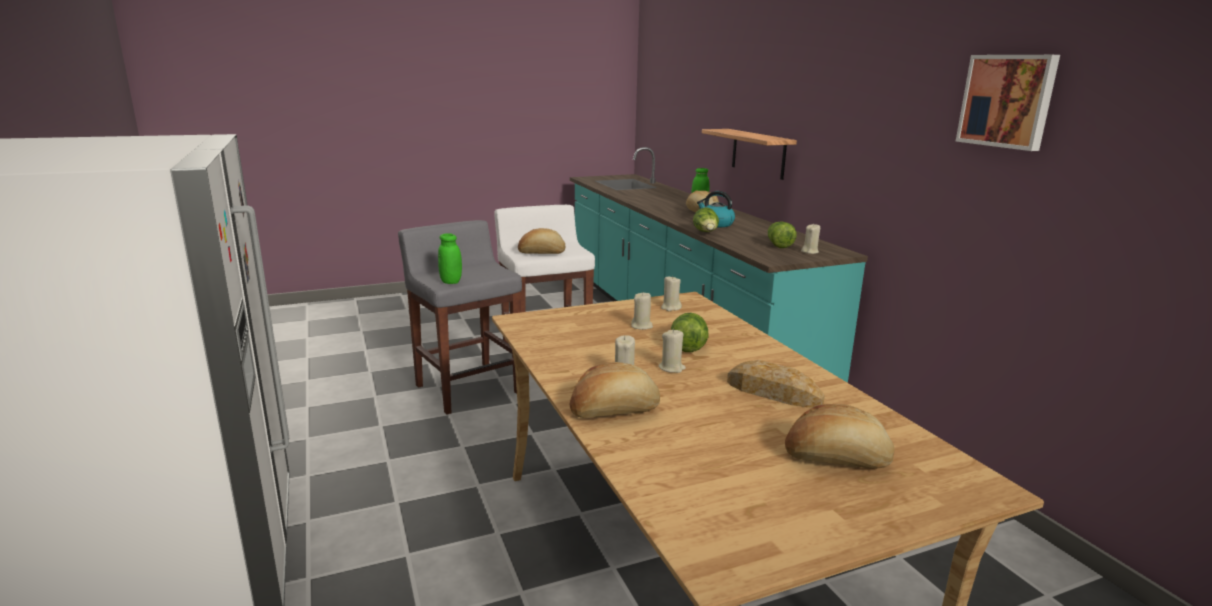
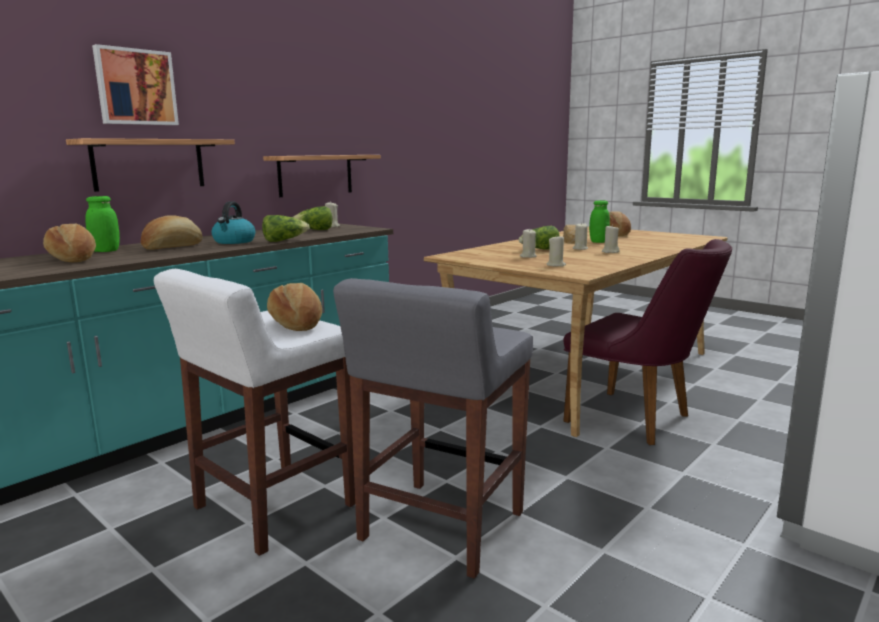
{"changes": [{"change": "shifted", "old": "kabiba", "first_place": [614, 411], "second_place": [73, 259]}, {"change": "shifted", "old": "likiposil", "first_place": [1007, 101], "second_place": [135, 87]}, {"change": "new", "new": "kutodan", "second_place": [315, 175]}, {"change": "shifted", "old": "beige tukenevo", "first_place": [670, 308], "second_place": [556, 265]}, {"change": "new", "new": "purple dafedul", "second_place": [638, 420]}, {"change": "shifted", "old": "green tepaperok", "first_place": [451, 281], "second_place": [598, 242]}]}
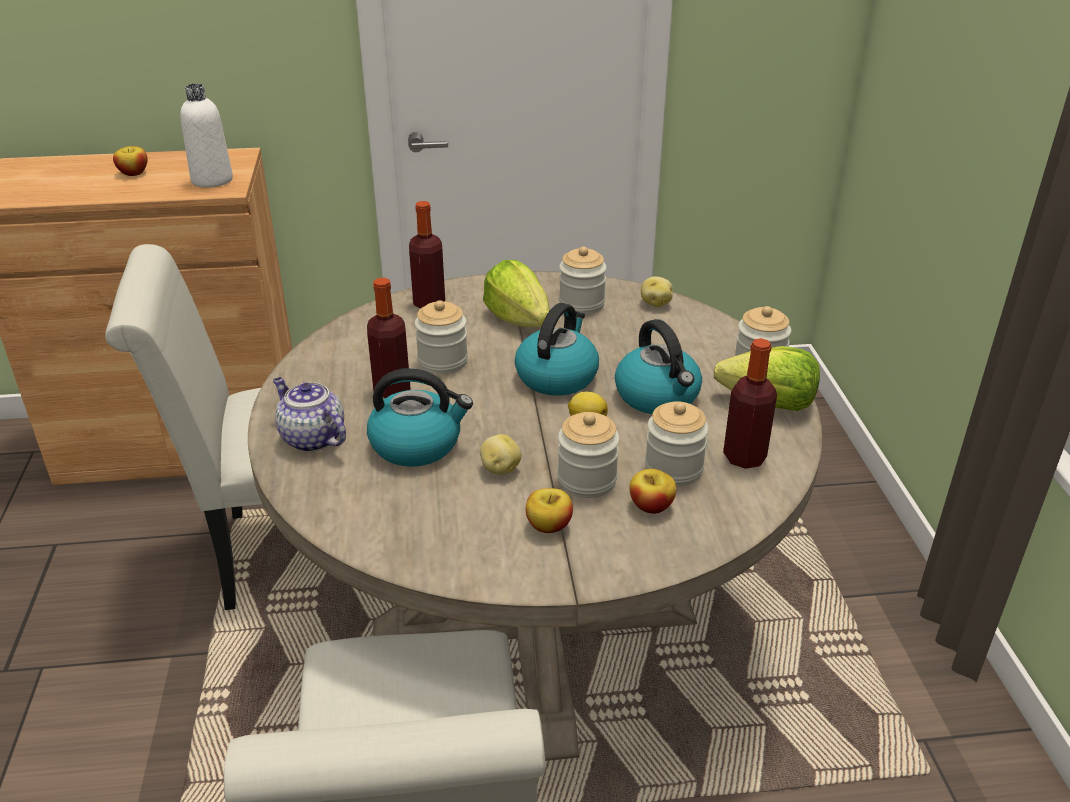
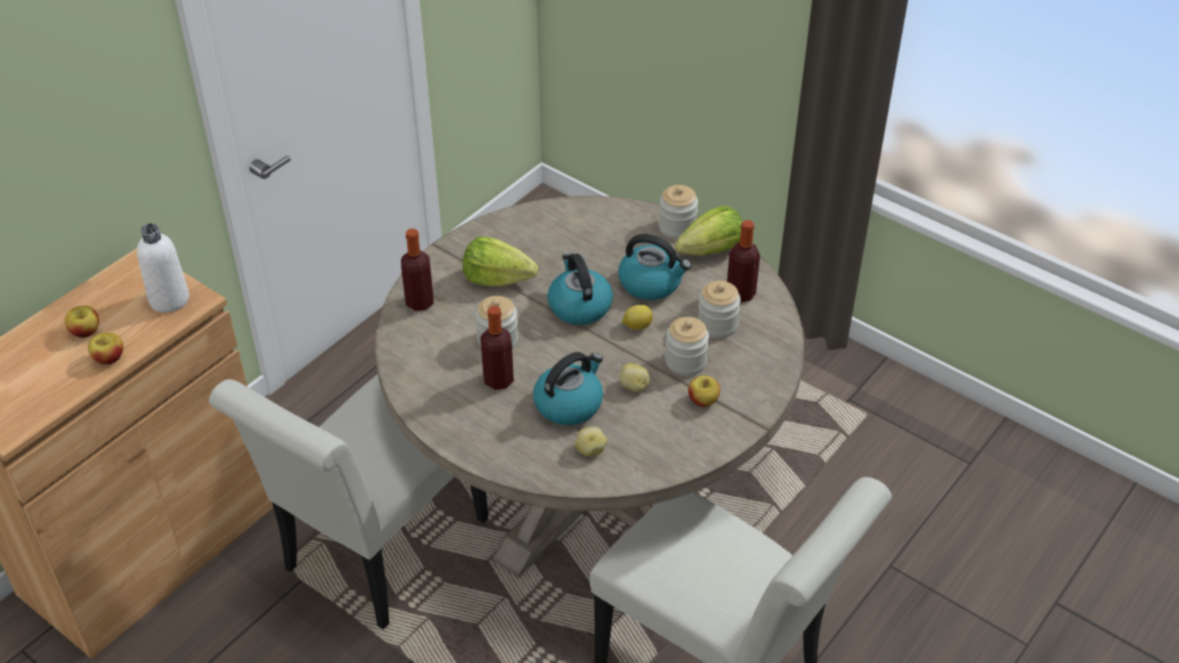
{"changes": [{"change": "shifted", "old": "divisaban", "first_place": [651, 506], "second_place": [109, 358]}, {"change": "shifted", "old": "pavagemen", "first_place": [655, 303], "second_place": [590, 449]}, {"change": "gone", "old": "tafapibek", "first_place": [311, 438]}, {"change": "gone", "old": "tepaperok", "first_place": [581, 304]}]}
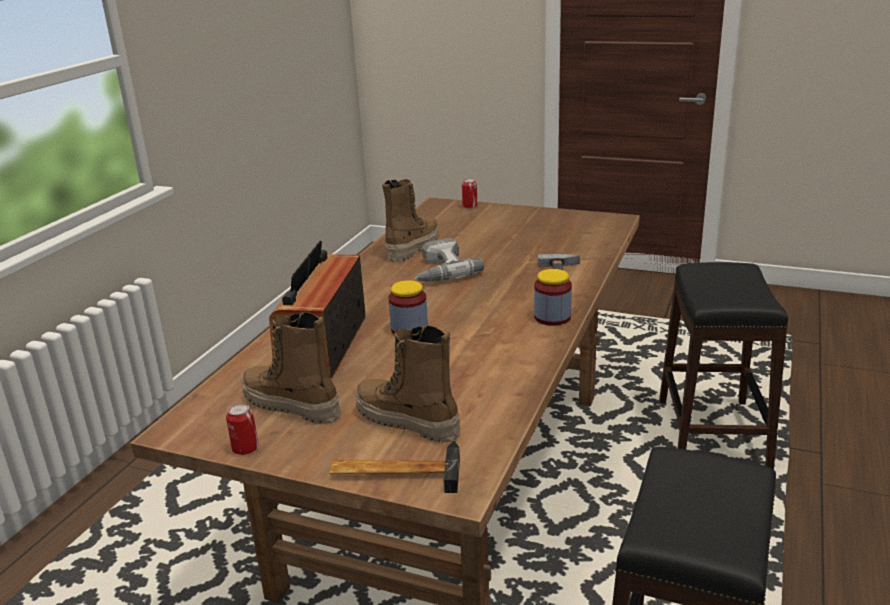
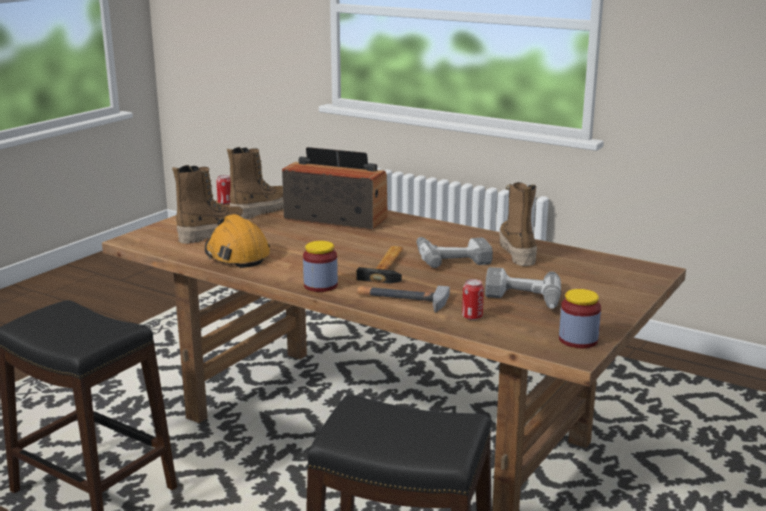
{"changes": [{"change": "new", "new": "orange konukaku", "second_place": [237, 255]}, {"change": "shifted", "old": "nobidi", "first_place": [395, 471], "second_place": [389, 267]}, {"change": "shifted", "old": "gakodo", "first_place": [470, 206], "second_place": [472, 316]}, {"change": "new", "new": "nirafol", "second_place": [522, 299]}, {"change": "rotated", "old": "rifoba", "first_place": [412, 247], "second_place": [517, 252], "degrees": -135}, {"change": "shifted", "old": "tepaperok", "first_place": [409, 329], "second_place": [578, 340]}]}
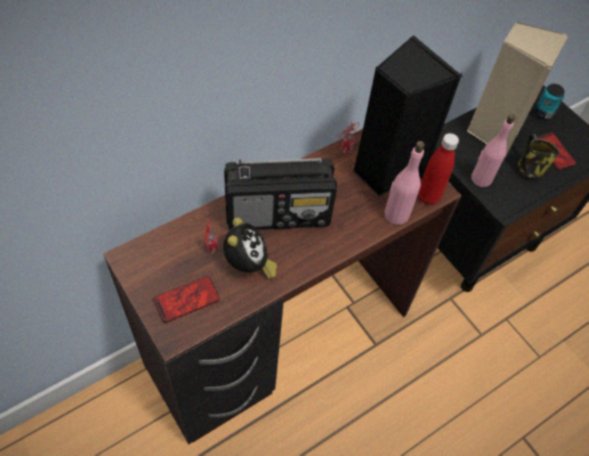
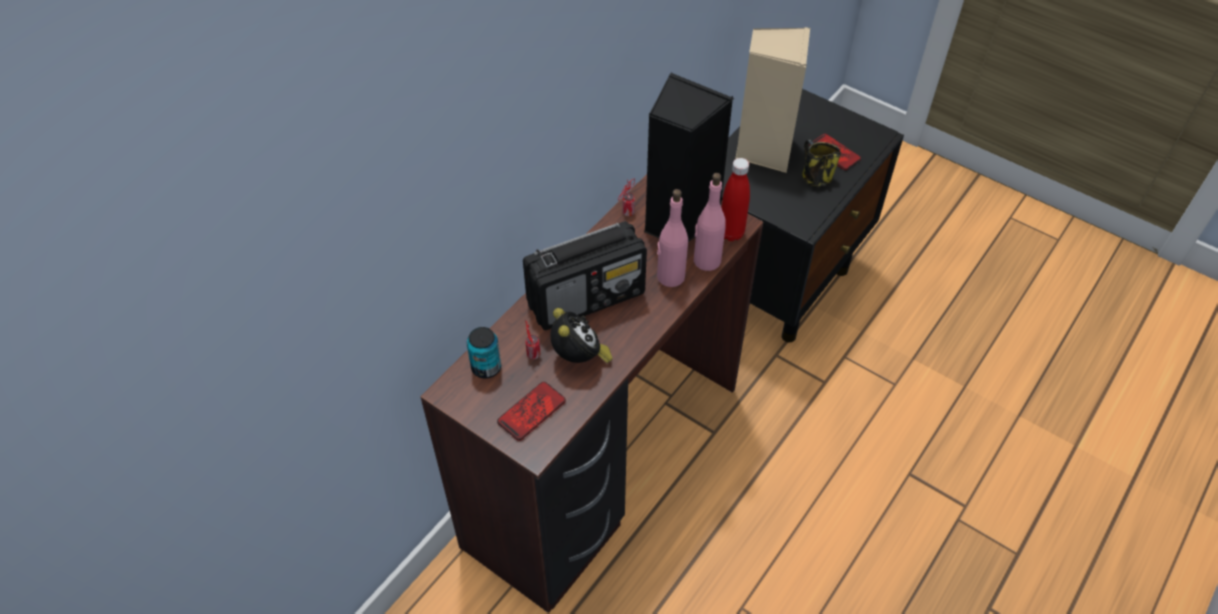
{"changes": [{"change": "shifted", "old": "gakodo", "first_place": [542, 113], "second_place": [486, 367]}, {"change": "shifted", "old": "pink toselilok", "first_place": [481, 179], "second_place": [670, 276]}]}
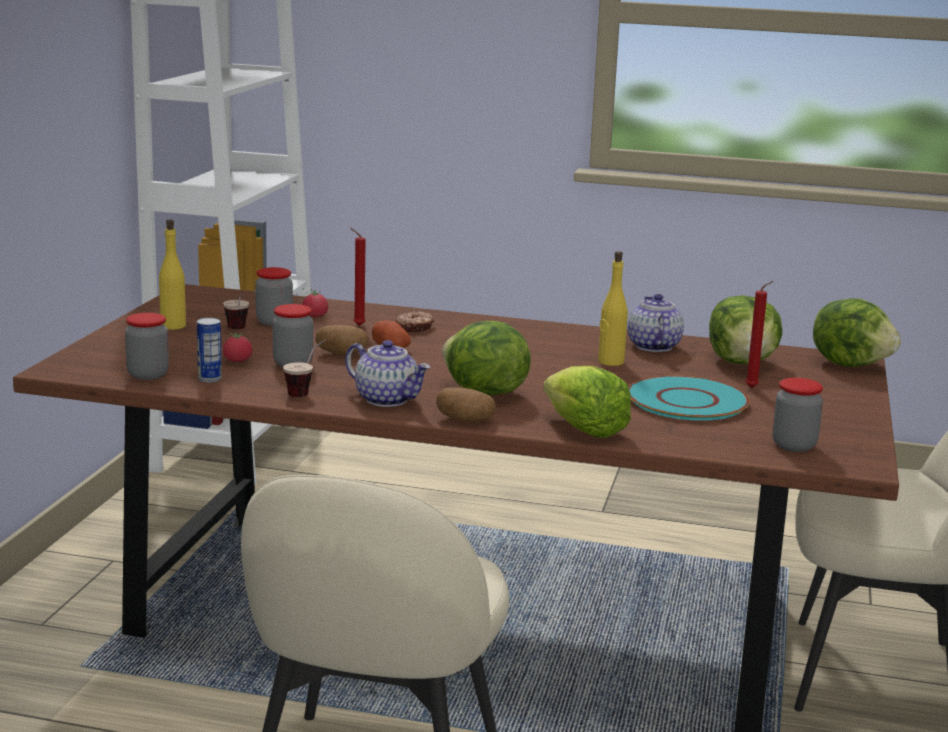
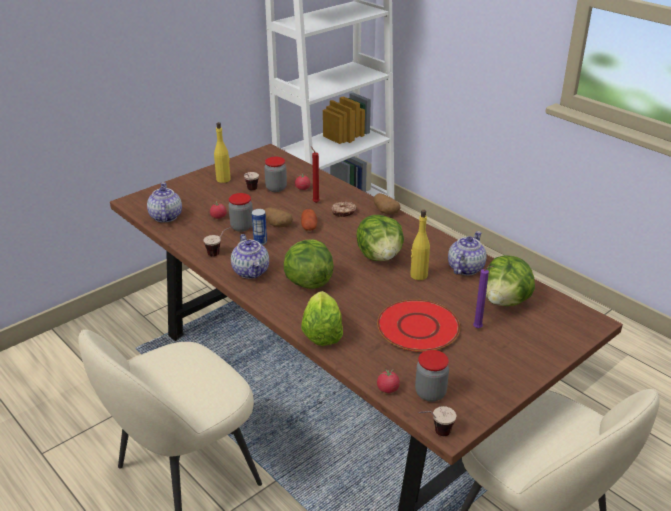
{"changes": [{"change": "swapped", "old": "tepaperok", "new": "tafapibek", "first_place": [148, 375], "second_place": [165, 216]}, {"change": "shifted", "old": "gakodo", "first_place": [209, 379], "second_place": [260, 242]}, {"change": "shifted", "old": "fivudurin", "first_place": [851, 364], "second_place": [380, 256]}, {"change": "shifted", "old": "pavagemen", "first_place": [464, 420], "second_place": [385, 211]}, {"change": "repainted", "old": "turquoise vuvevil", "new": "red vuvevil", "first_place": [687, 401], "second_place": [417, 327]}, {"change": "new", "new": "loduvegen", "second_place": [388, 389]}, {"change": "new", "new": "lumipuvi", "second_place": [434, 434]}, {"change": "repainted", "old": "red tukenevo", "new": "purple tukenevo", "first_place": [753, 388], "second_place": [479, 328]}]}
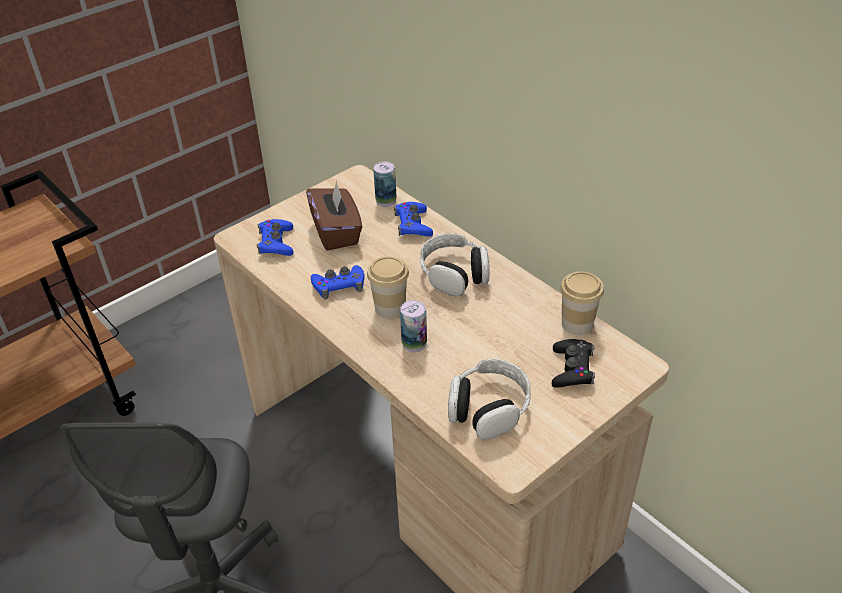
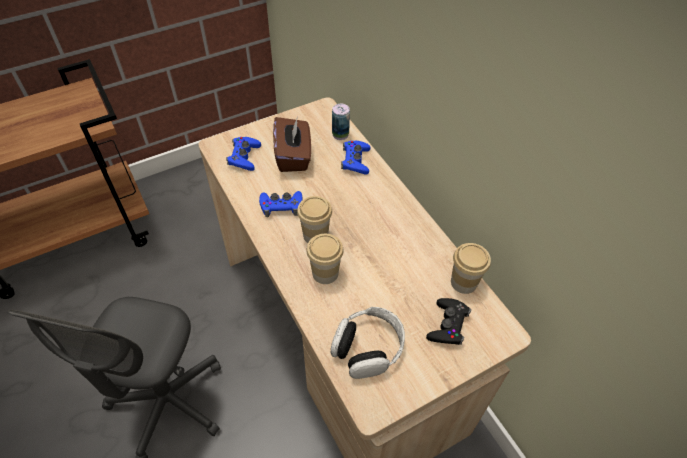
{"changes": [{"change": "swapped", "old": "gakodo", "new": "lumipuvi", "first_place": [414, 344], "second_place": [325, 273]}, {"change": "gone", "old": "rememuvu", "first_place": [454, 274]}]}
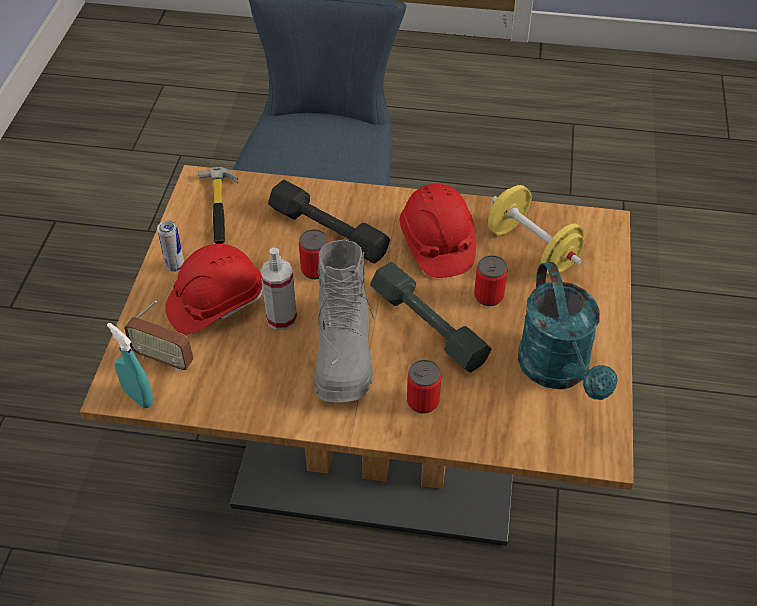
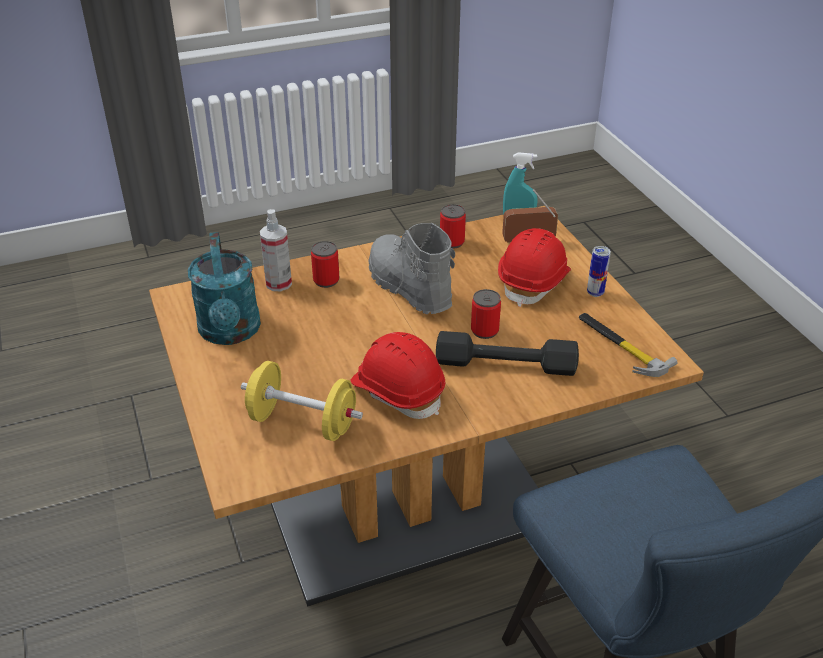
{"changes": [{"change": "rotated", "old": "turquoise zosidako", "first_place": [559, 372], "second_place": [230, 333], "degrees": -150}, {"change": "shifted", "old": "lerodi", "first_place": [281, 318], "second_place": [278, 283]}, {"change": "shifted", "old": "gakodo", "first_place": [488, 296], "second_place": [452, 242]}, {"change": "gone", "old": "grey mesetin", "first_place": [429, 325]}]}
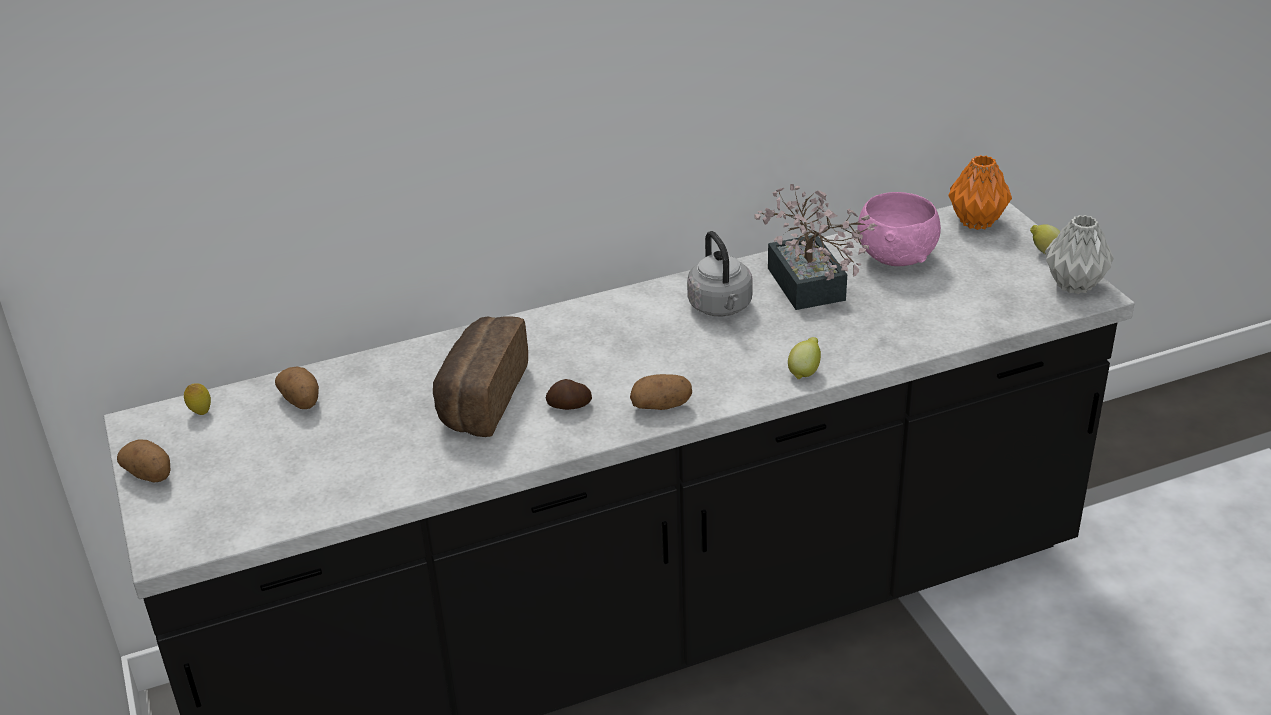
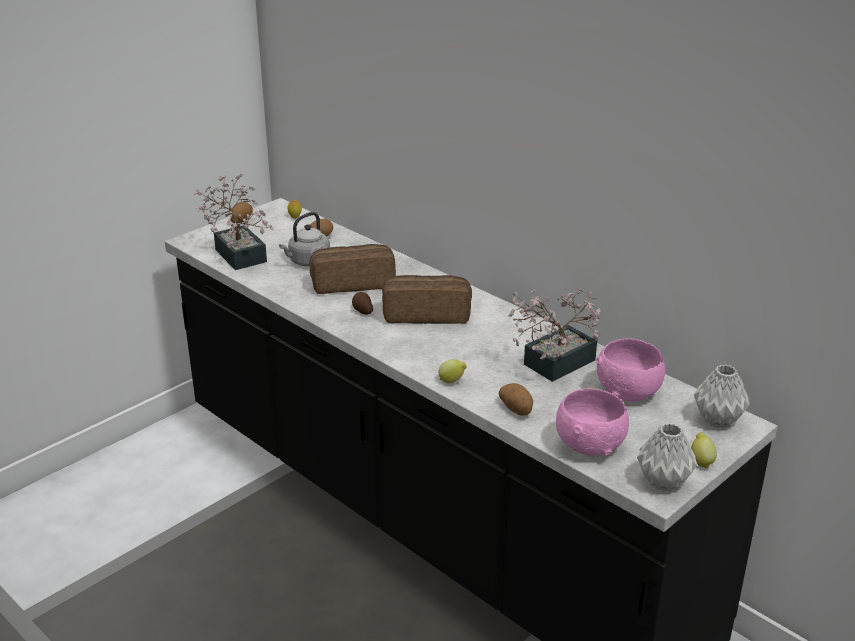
{"changes": [{"change": "new", "new": "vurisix", "second_place": [238, 252]}, {"change": "shifted", "old": "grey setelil", "first_place": [721, 307], "second_place": [307, 262]}, {"change": "new", "new": "kabiba", "second_place": [427, 314]}, {"change": "shifted", "old": "pavagemen", "first_place": [661, 405], "second_place": [517, 409]}, {"change": "new", "new": "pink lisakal", "second_place": [590, 445]}, {"change": "repainted", "old": "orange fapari", "new": "grey fapari", "first_place": [975, 222], "second_place": [716, 420]}]}
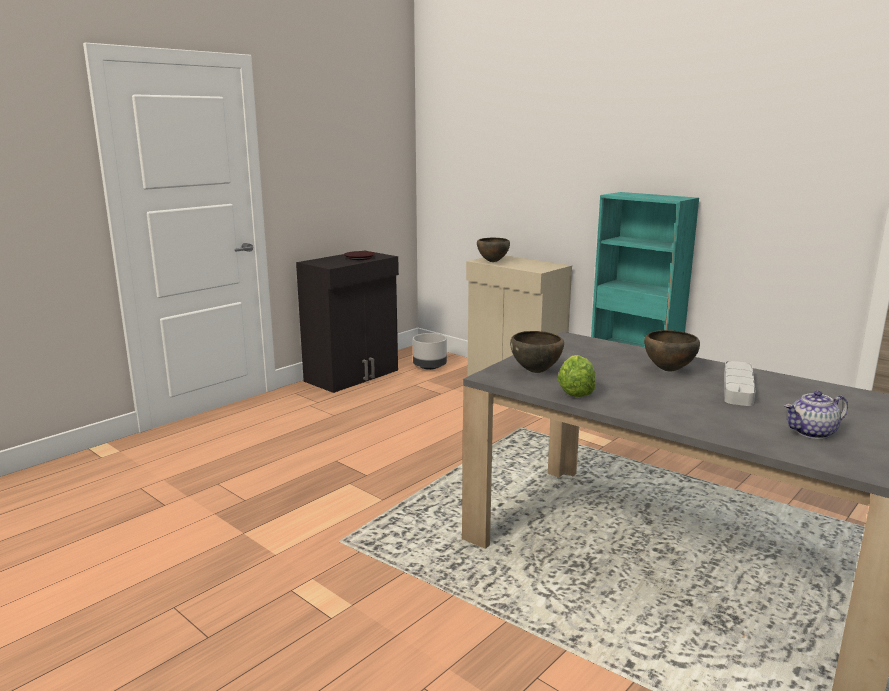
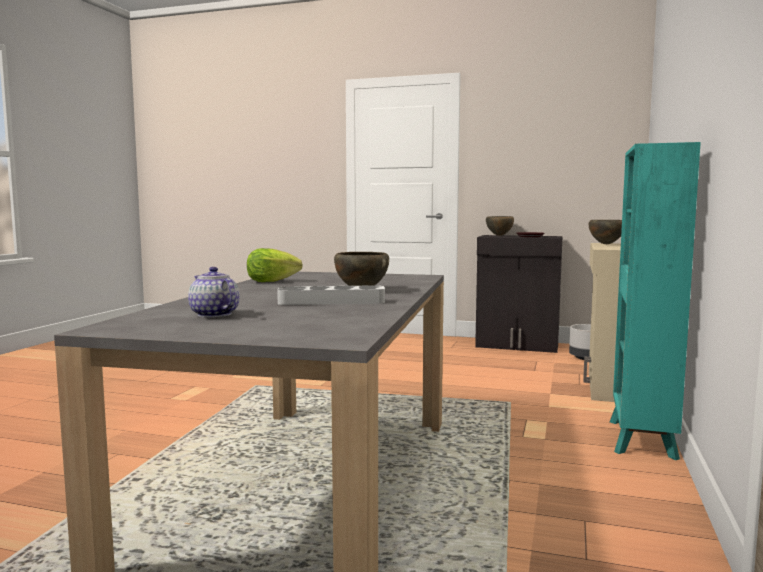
{"changes": [{"change": "shifted", "old": "brown lisakal", "first_place": [536, 371], "second_place": [499, 235]}]}
